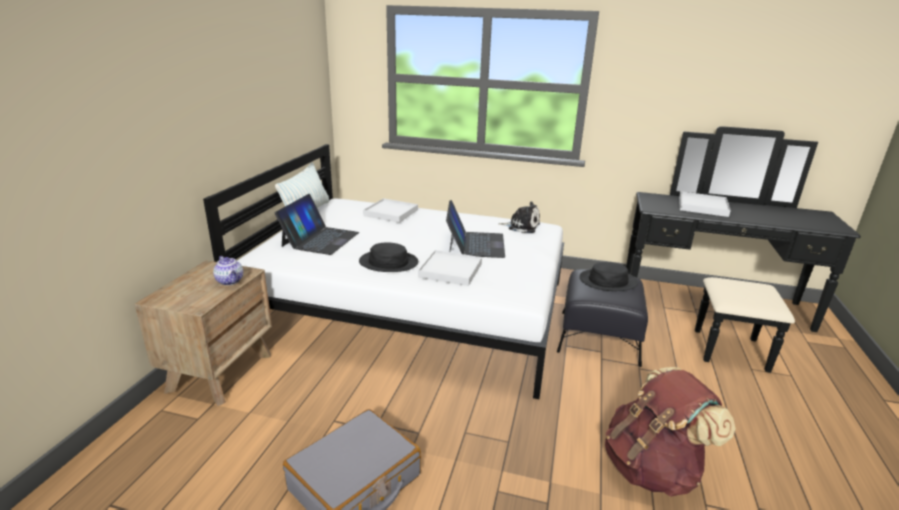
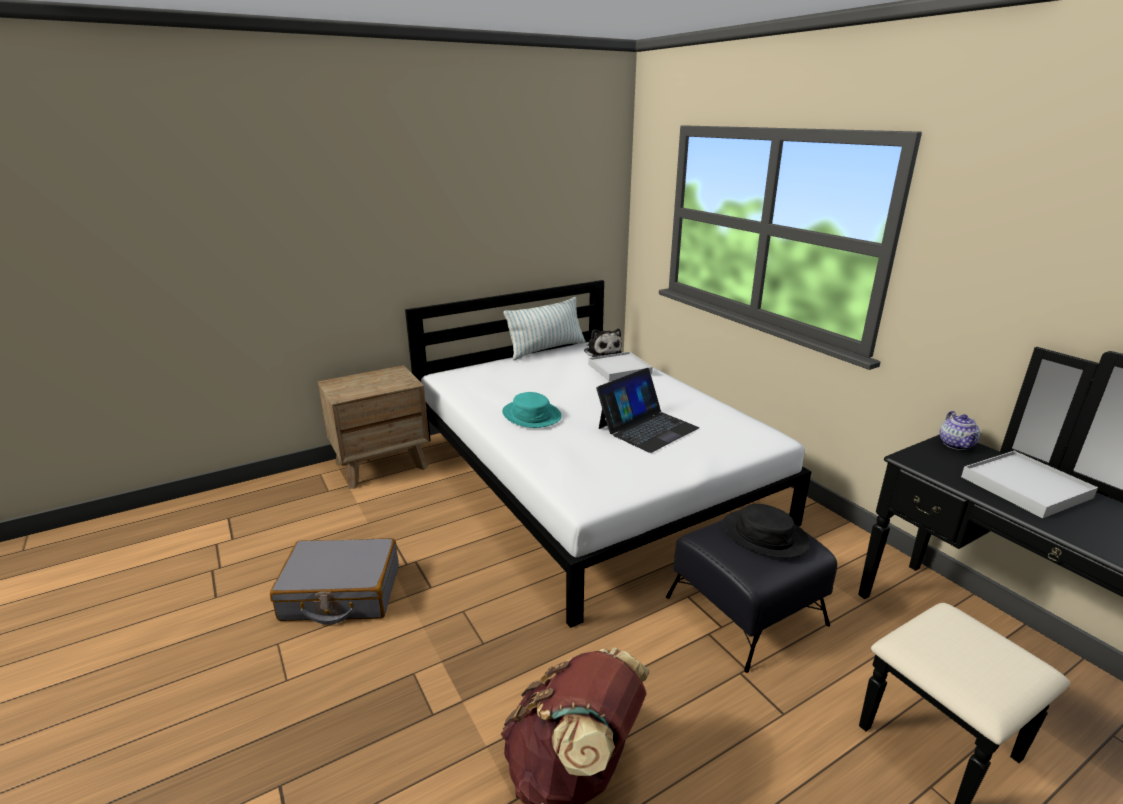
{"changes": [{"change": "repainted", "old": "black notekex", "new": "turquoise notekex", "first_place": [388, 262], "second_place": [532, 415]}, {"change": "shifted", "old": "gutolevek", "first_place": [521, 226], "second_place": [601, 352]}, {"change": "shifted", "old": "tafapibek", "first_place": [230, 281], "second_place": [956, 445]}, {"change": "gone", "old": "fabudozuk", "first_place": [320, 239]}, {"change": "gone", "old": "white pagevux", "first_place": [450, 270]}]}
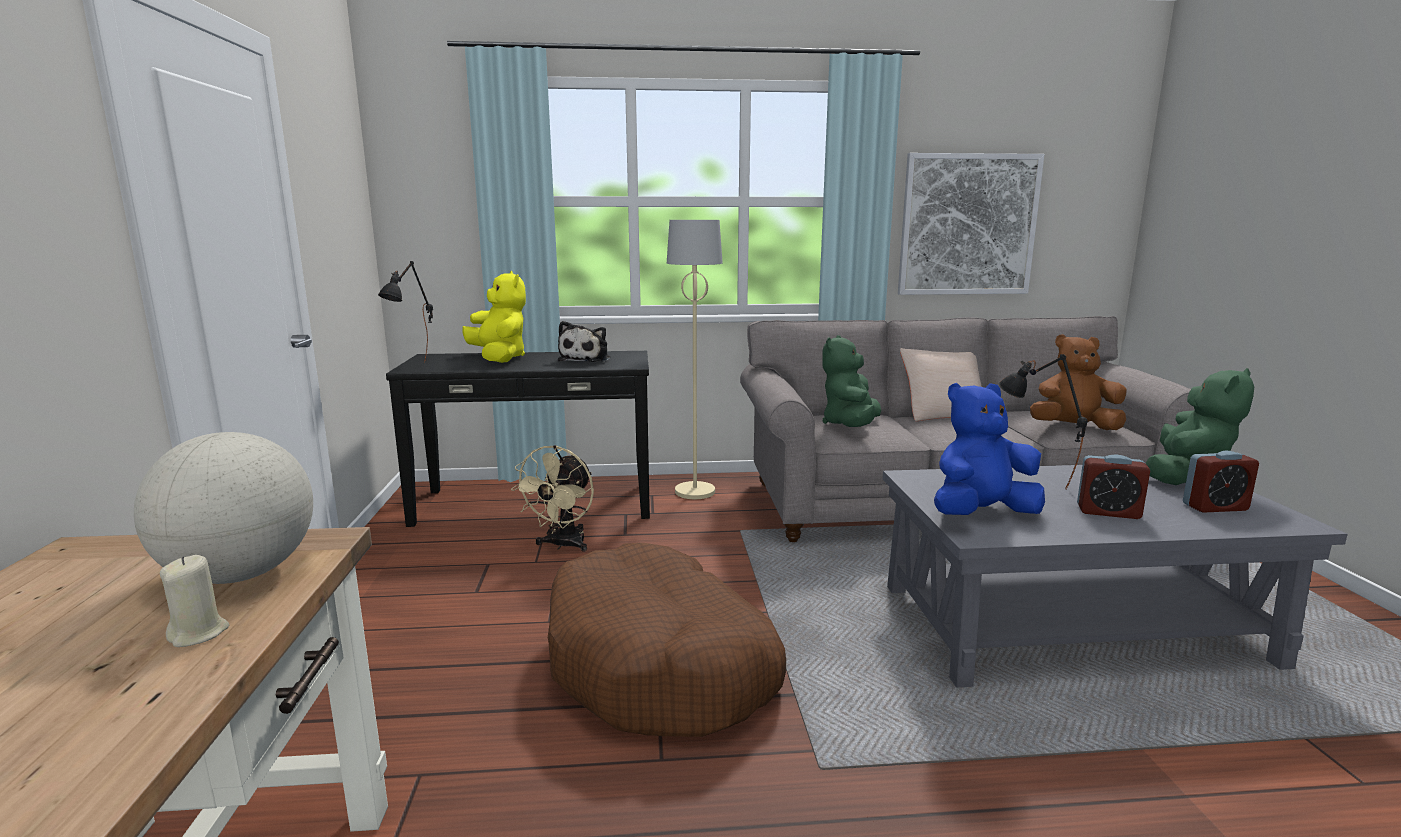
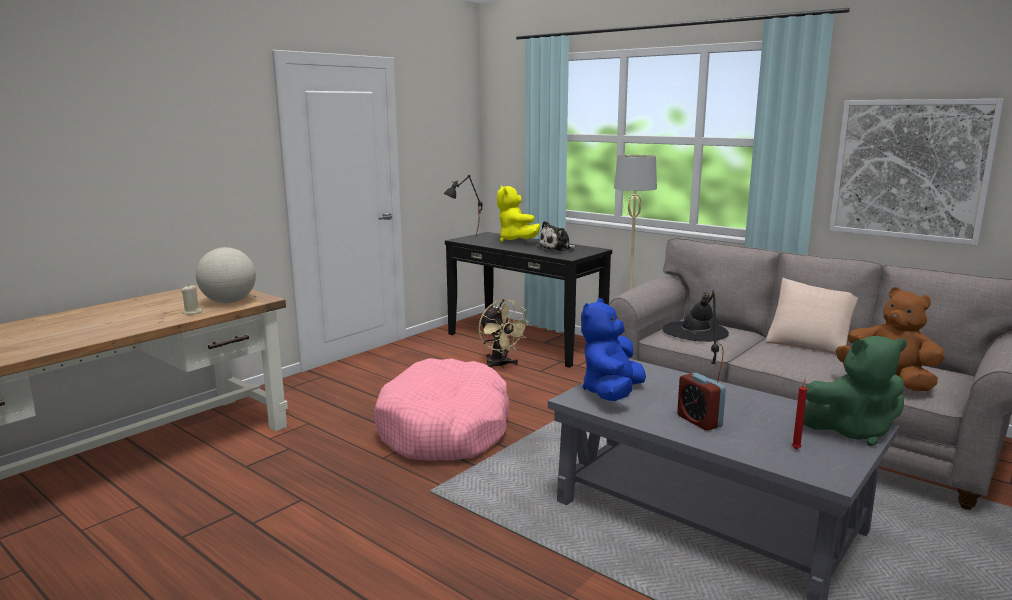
{"changes": [{"change": "repainted", "old": "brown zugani", "new": "pink zugani", "first_place": [660, 664], "second_place": [445, 429]}, {"change": "rotated", "old": "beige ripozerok", "first_place": [563, 545], "second_place": [500, 365], "degrees": -90}, {"change": "rotated", "old": "yellow gutolevek", "first_place": [499, 358], "second_place": [516, 240], "degrees": 150}, {"change": "rotated", "old": "blue gutolevek", "first_place": [981, 514], "second_place": [611, 393], "degrees": -90}, {"change": "swapped", "old": "green gutolevek", "new": "black notekex", "first_place": [850, 426], "second_place": [695, 331]}, {"change": "swapped", "old": "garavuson", "new": "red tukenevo", "first_place": [1215, 507], "second_place": [796, 448]}]}
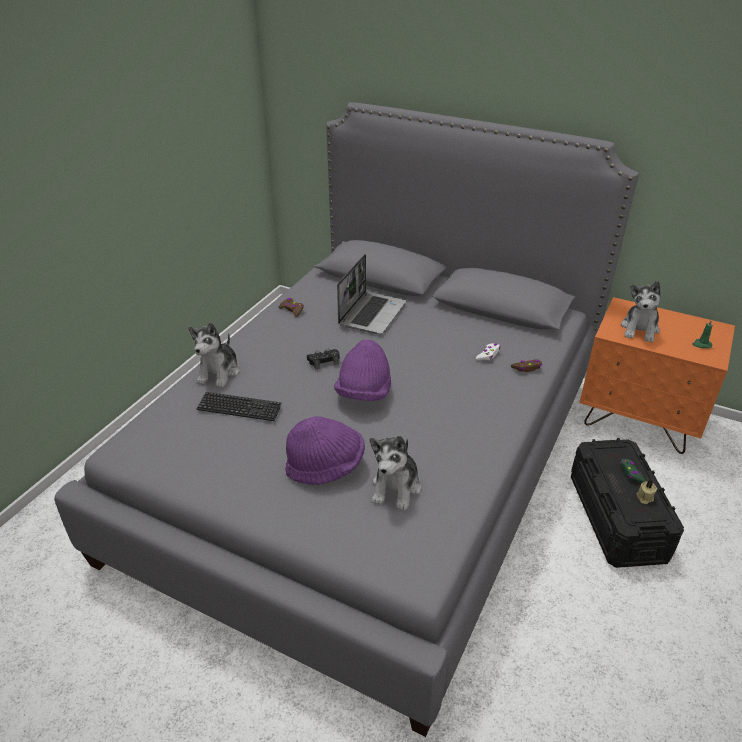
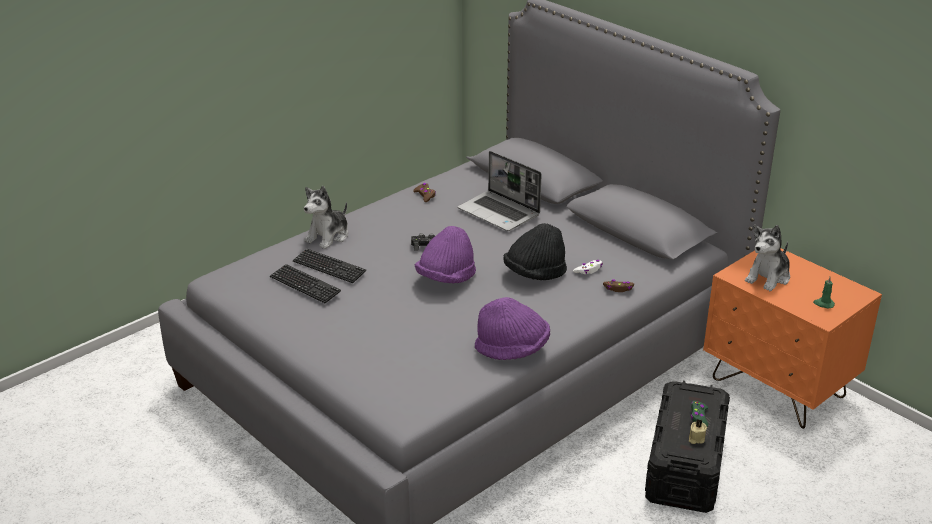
{"changes": [{"change": "new", "new": "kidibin", "second_place": [305, 285]}, {"change": "rotated", "old": "fabudozuk", "first_place": [372, 313], "second_place": [500, 212], "degrees": 90}, {"change": "shifted", "old": "purple notekex", "first_place": [325, 466], "second_place": [512, 349]}, {"change": "new", "new": "black notekex", "second_place": [534, 274]}, {"change": "gone", "old": "gutolevek", "first_place": [396, 487]}]}
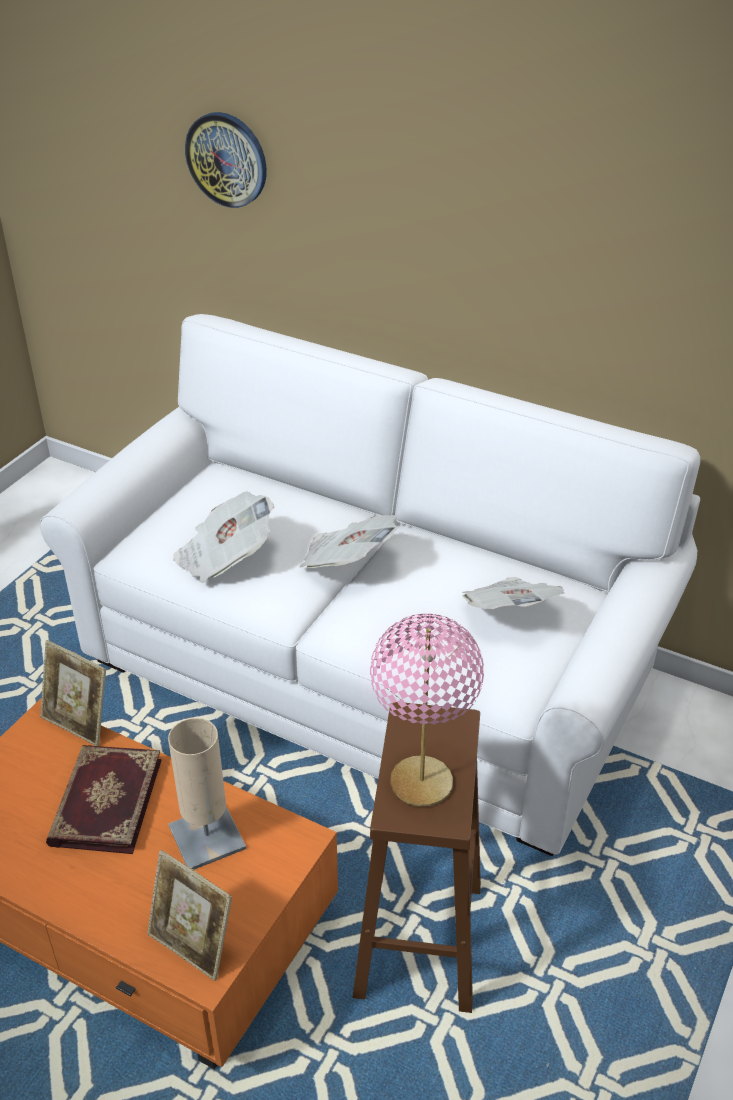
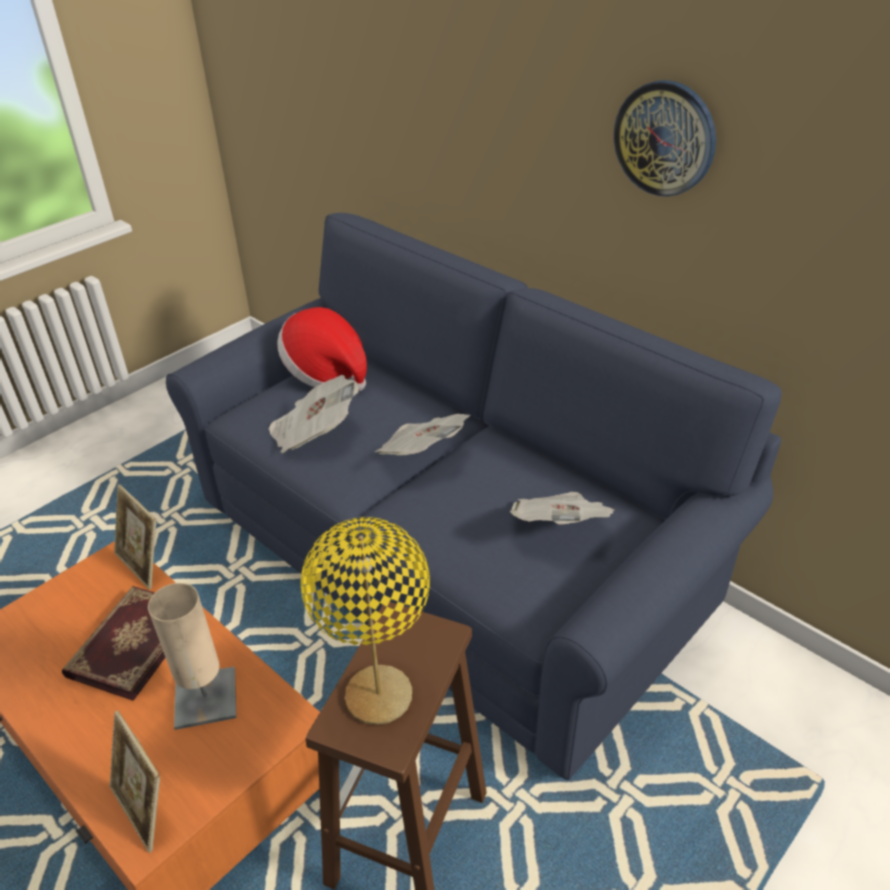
{"changes": [{"change": "repainted", "old": "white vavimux", "new": "blue vavimux", "first_place": [367, 673], "second_place": [448, 560]}, {"change": "new", "new": "notekex", "second_place": [326, 373]}, {"change": "repainted", "old": "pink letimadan", "new": "yellow letimadan", "first_place": [422, 782], "second_place": [380, 696]}, {"change": "shifted", "old": "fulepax", "first_place": [227, 159], "second_place": [665, 138]}]}
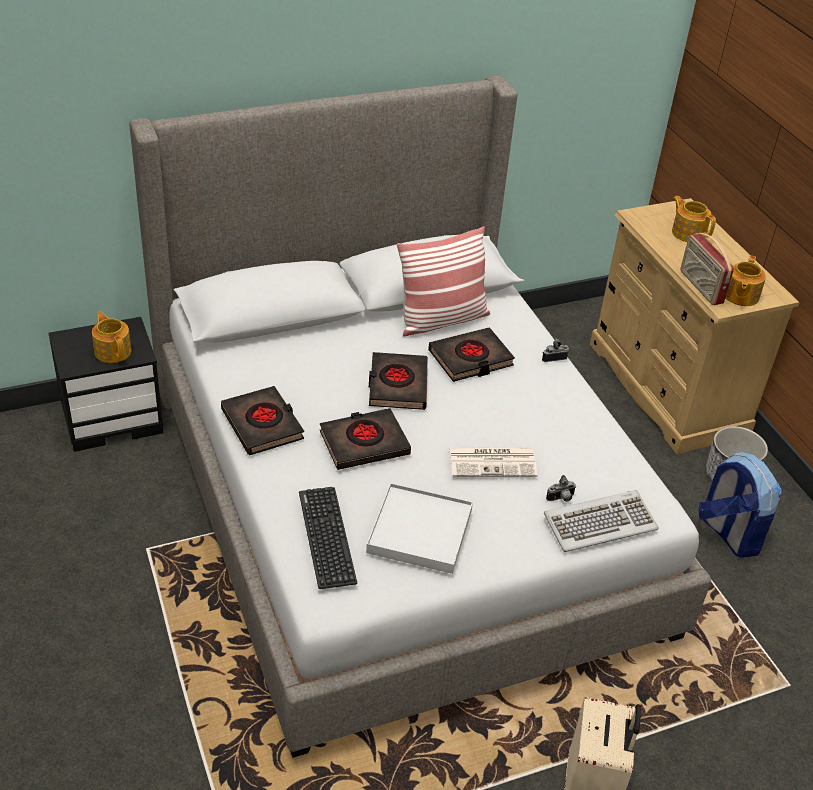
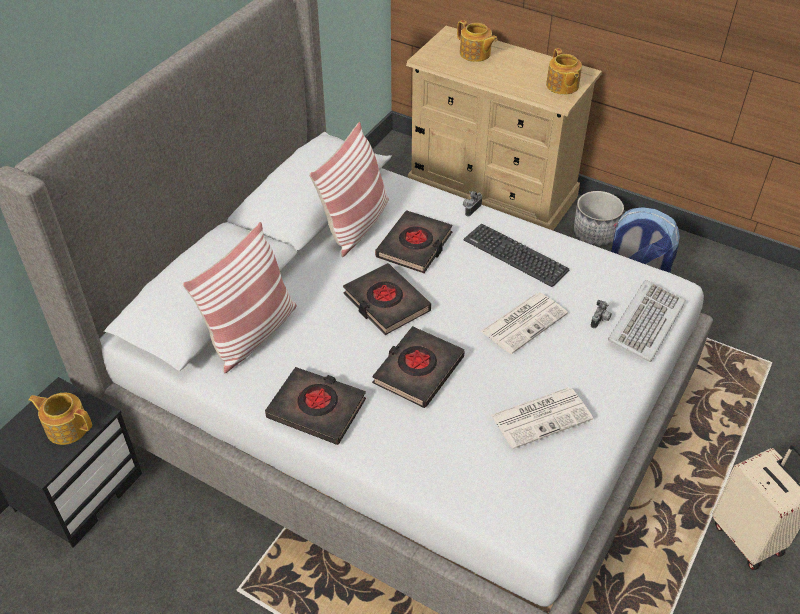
{"changes": [{"change": "new", "new": "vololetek", "second_place": [252, 334]}, {"change": "rotated", "old": "tafapibek", "first_place": [688, 233], "second_place": [475, 54], "degrees": -150}, {"change": "shifted", "old": "kidibin", "first_place": [326, 537], "second_place": [515, 255]}, {"change": "swapped", "old": "white pagevux", "new": "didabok", "first_place": [420, 531], "second_place": [542, 416]}, {"change": "gone", "old": "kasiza", "first_place": [700, 287]}]}
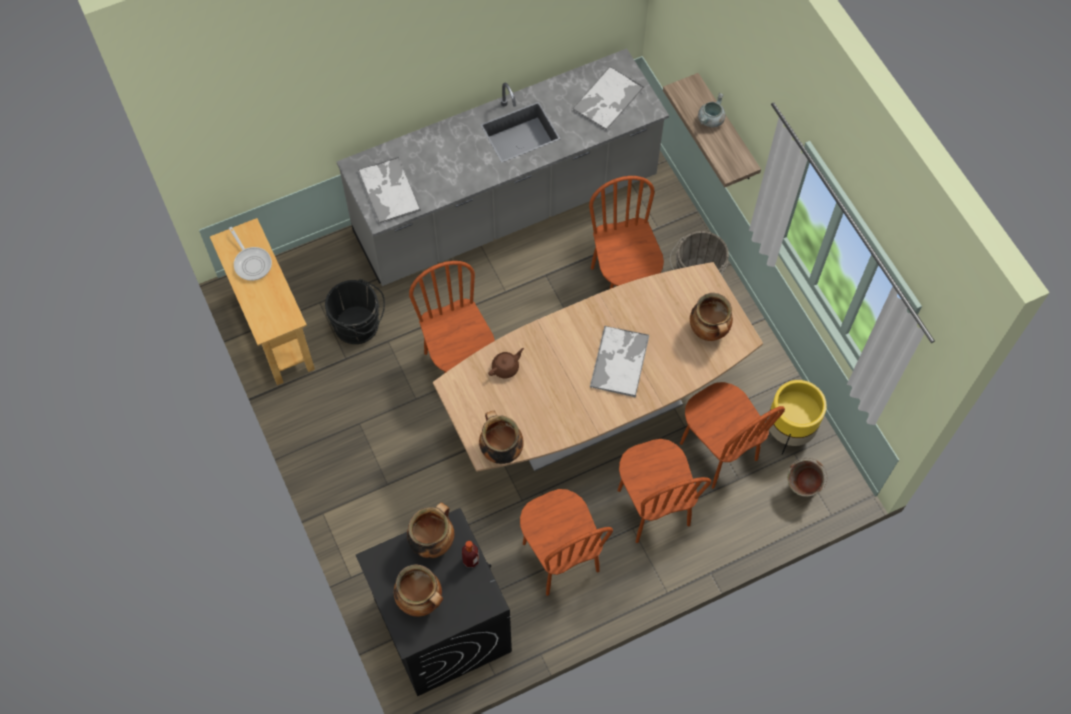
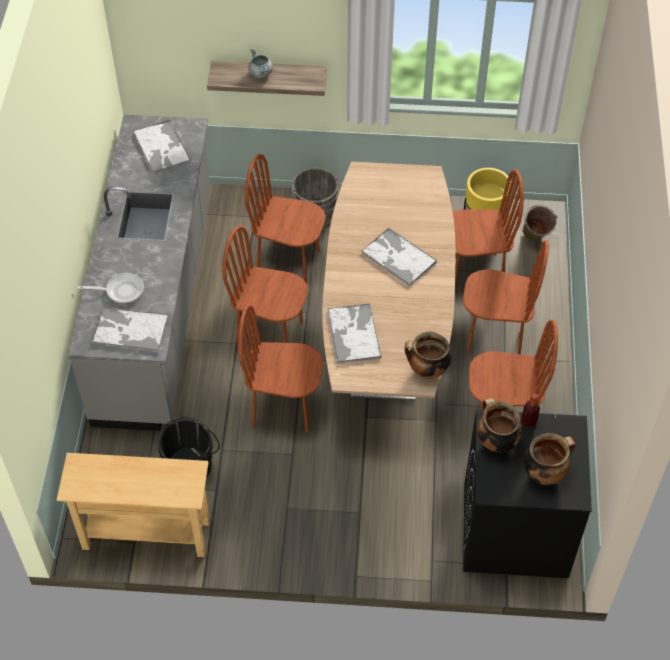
{"changes": [{"change": "shifted", "old": "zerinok", "first_place": [251, 263], "second_place": [121, 290]}, {"change": "new", "new": "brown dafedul", "second_place": [270, 334]}, {"change": "swapped", "old": "brown tafapibek", "new": "pagevux", "first_place": [506, 368], "second_place": [353, 333]}, {"change": "gone", "old": "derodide", "first_place": [709, 331]}]}
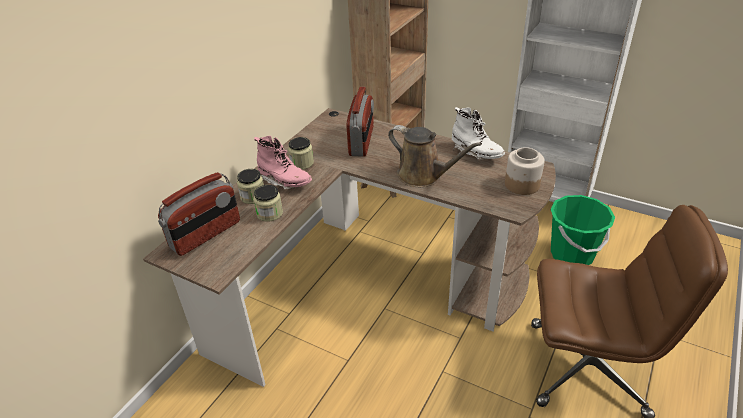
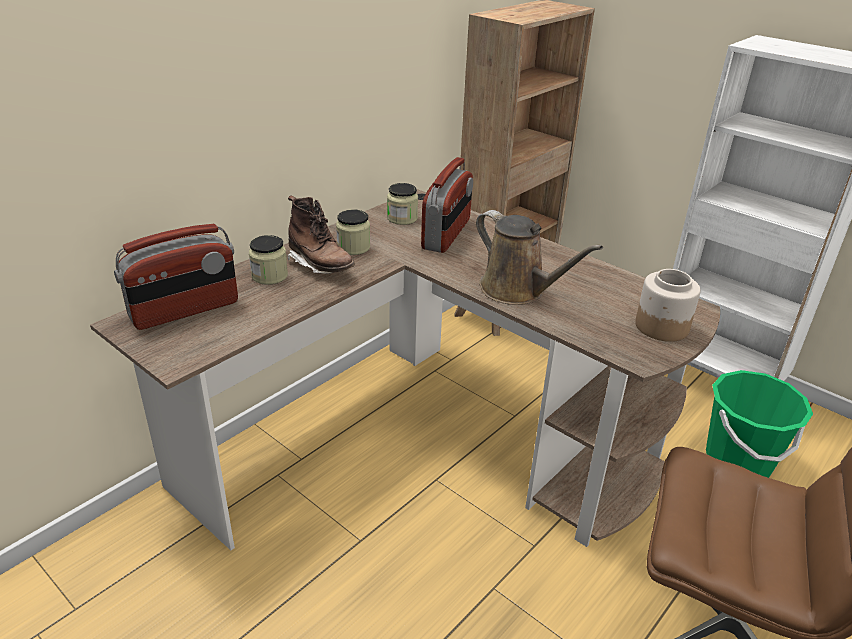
{"changes": [{"change": "repainted", "old": "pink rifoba", "new": "brown rifoba", "first_place": [285, 182], "second_place": [320, 265]}, {"change": "shifted", "old": "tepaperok", "first_place": [269, 213], "second_place": [402, 218]}, {"change": "gone", "old": "white rifoba", "first_place": [476, 153]}]}
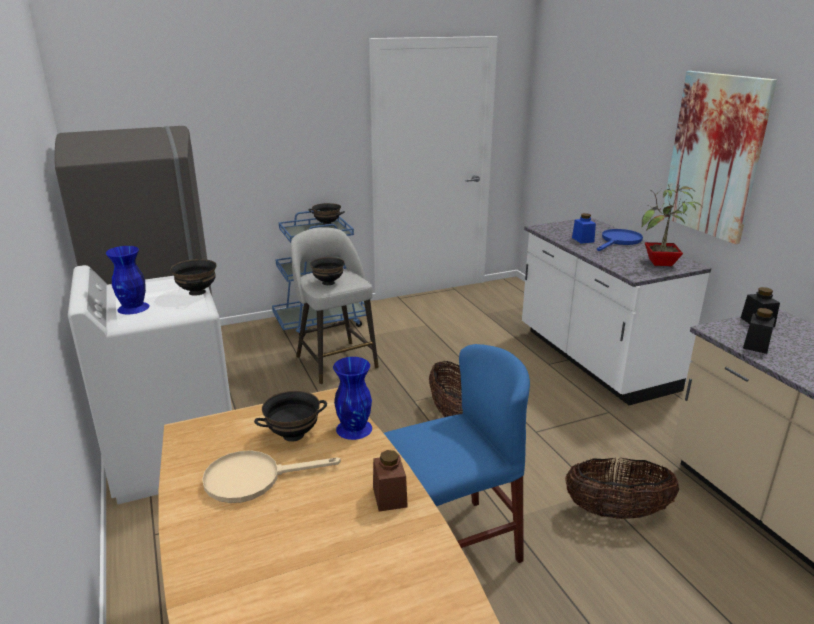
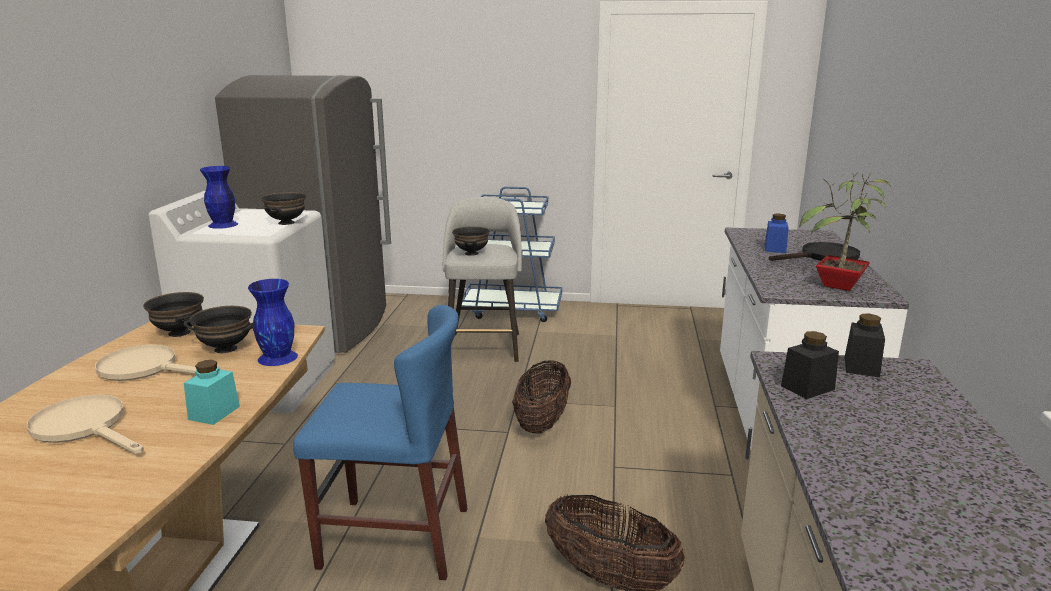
{"changes": [{"change": "new", "new": "beige zerinok", "second_place": [86, 427]}, {"change": "shifted", "old": "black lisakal", "first_place": [327, 224], "second_place": [180, 333]}, {"change": "repainted", "old": "brown tepaperok", "new": "turquoise tepaperok", "first_place": [389, 497], "second_place": [214, 413]}, {"change": "repainted", "old": "blue zerinok", "new": "black zerinok", "first_place": [619, 241], "second_place": [823, 257]}, {"change": "gone", "old": "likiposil", "first_place": [715, 156]}]}
